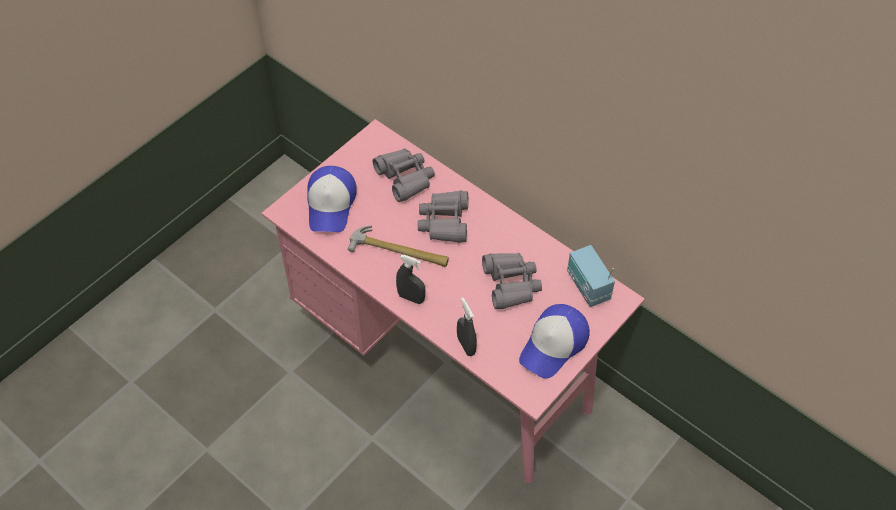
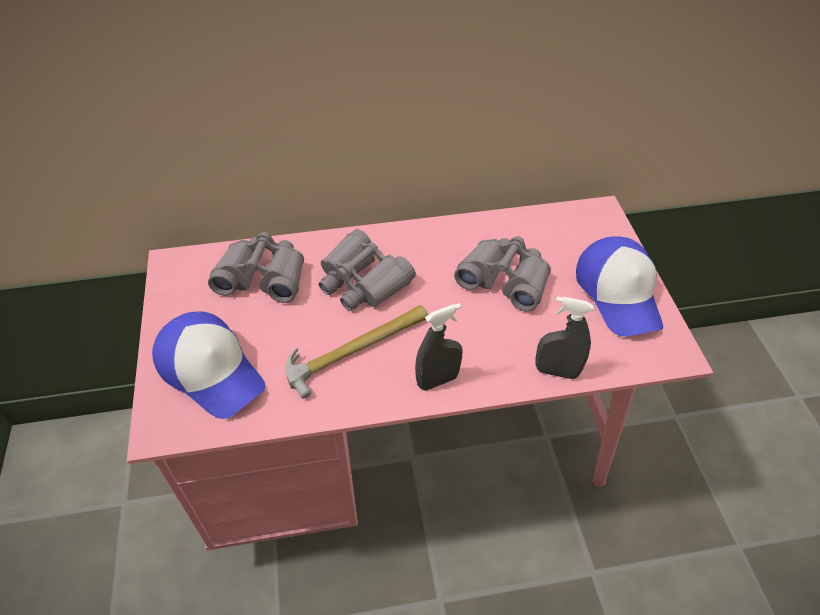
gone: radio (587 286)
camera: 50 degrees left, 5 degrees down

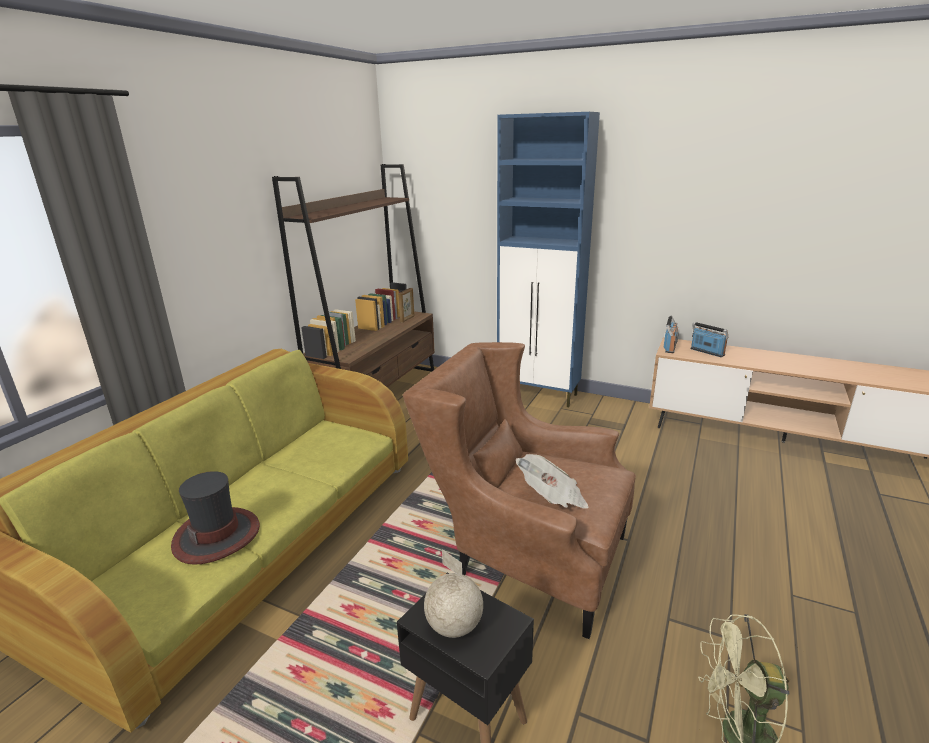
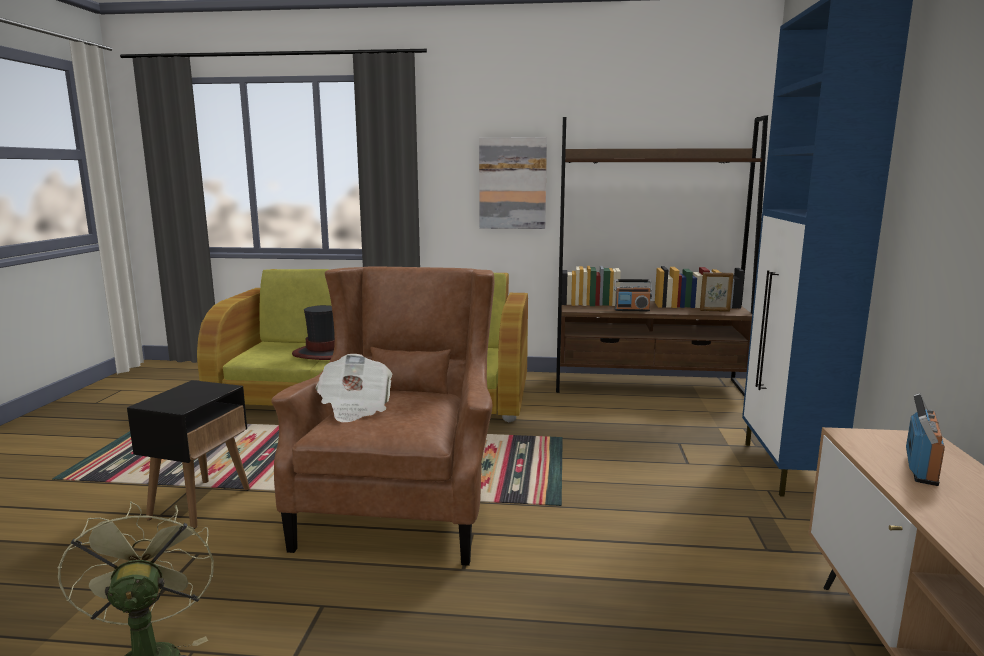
gone: globe (454 627)
new: wall picture (512 183)
shifted: radio (670 347) to (632 310)
camera: 70 degrees right, 10 degrees down

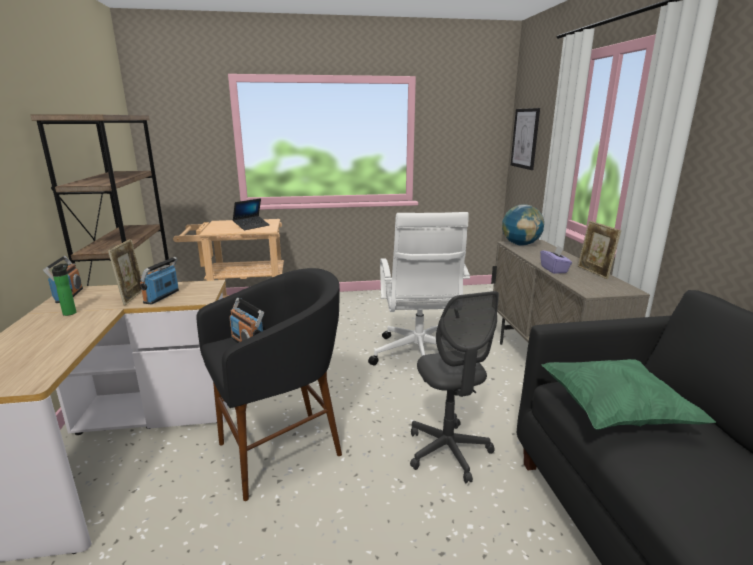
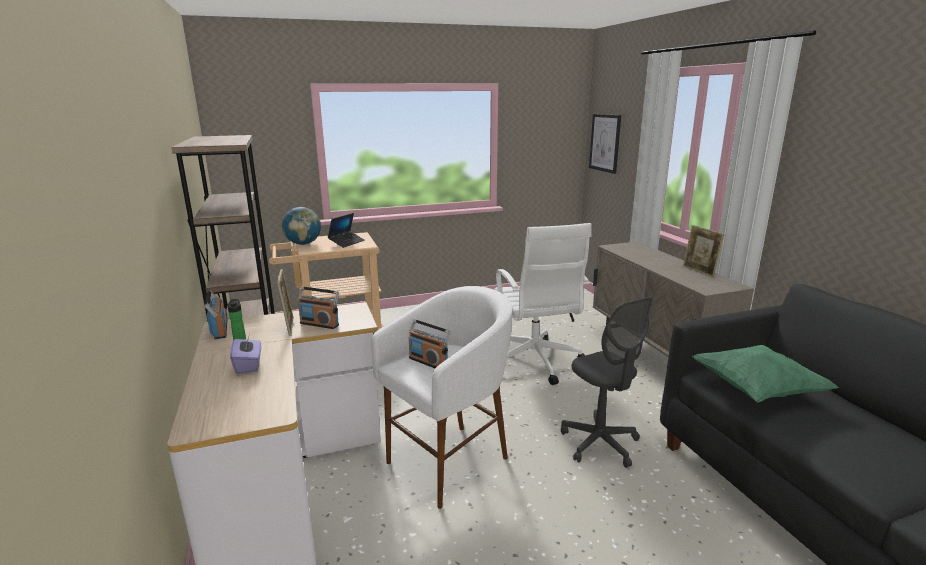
shifted: purple-coloured tissue holder (554 270) to (249 365); globe (520 244) to (303 244)
repainted: black-coloured sitting stool (281 451) to white-coloured sitting stool (450 462)
rotated: radio (162 297) = (319 324) 75 degrees counterclockwise
camera: 10 degrees left, 0 degrees up

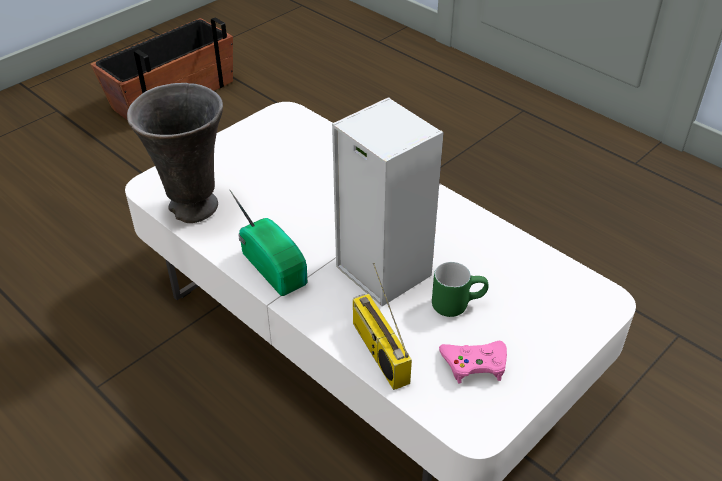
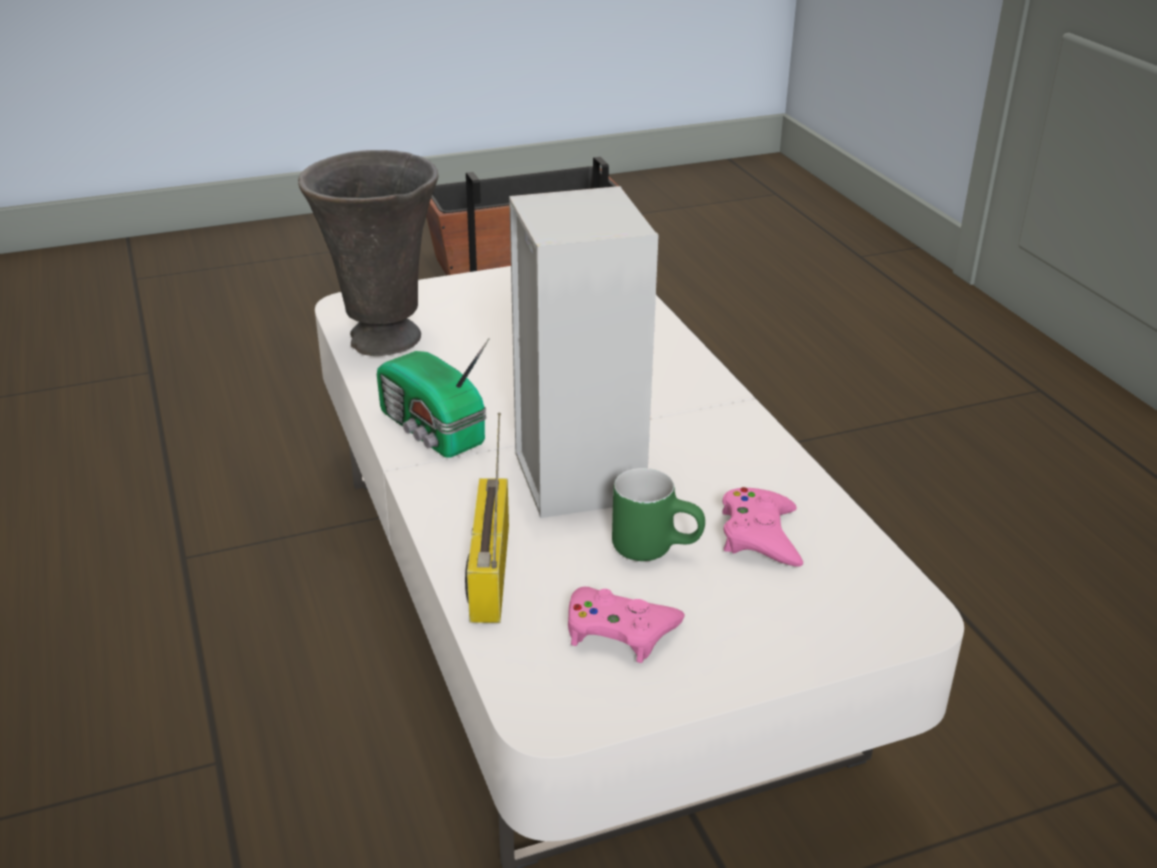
new: pinkish gamepad (760 535)
rotated: radio (274 266) = (431 431) 150 degrees clockwise
camera: 25 degrees right, 10 degrees down

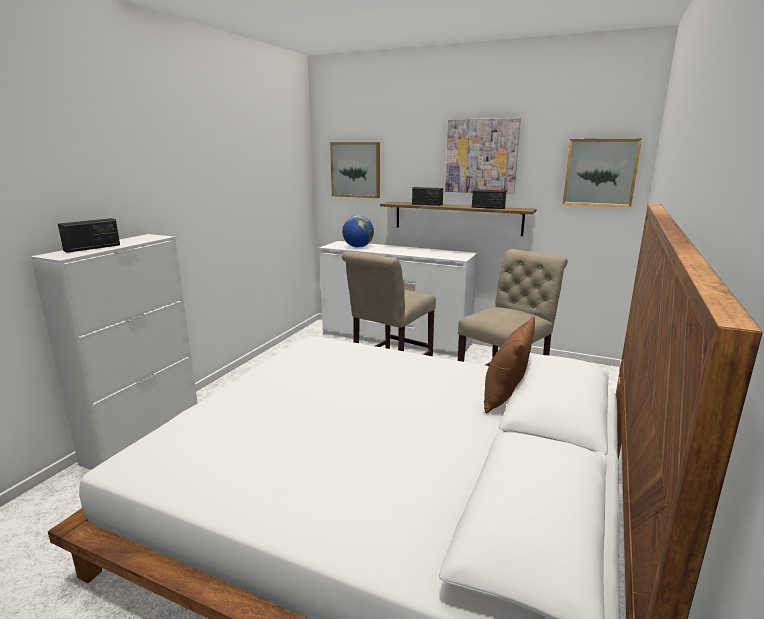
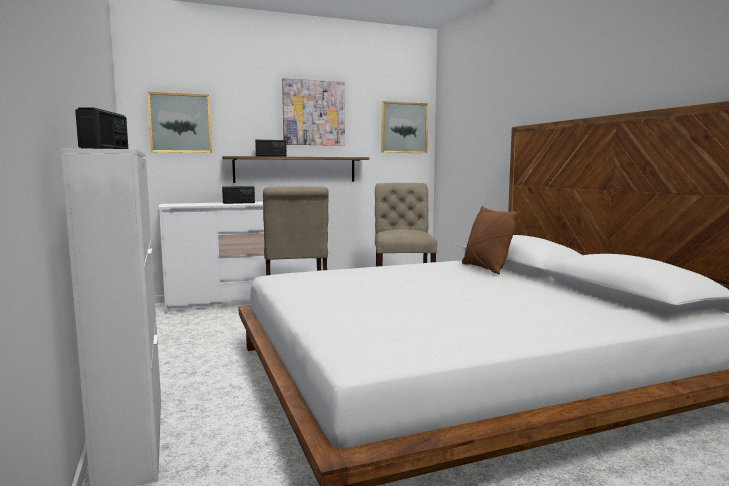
gone: globe (358 247)
shifted: radio (488 208) to (238 203)
camera: 45 degrees left, 10 degrees down

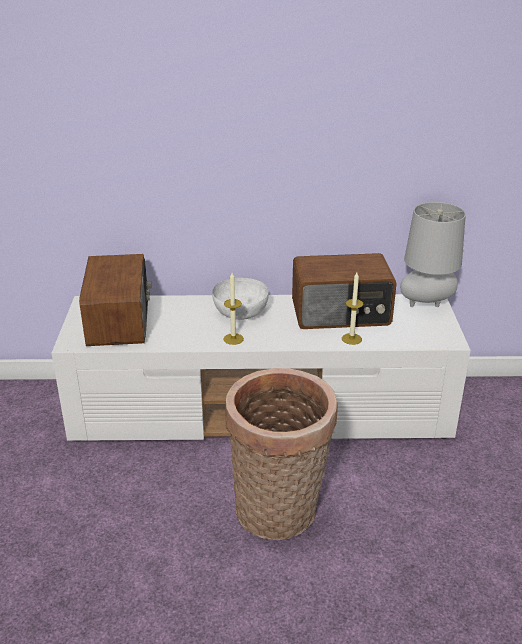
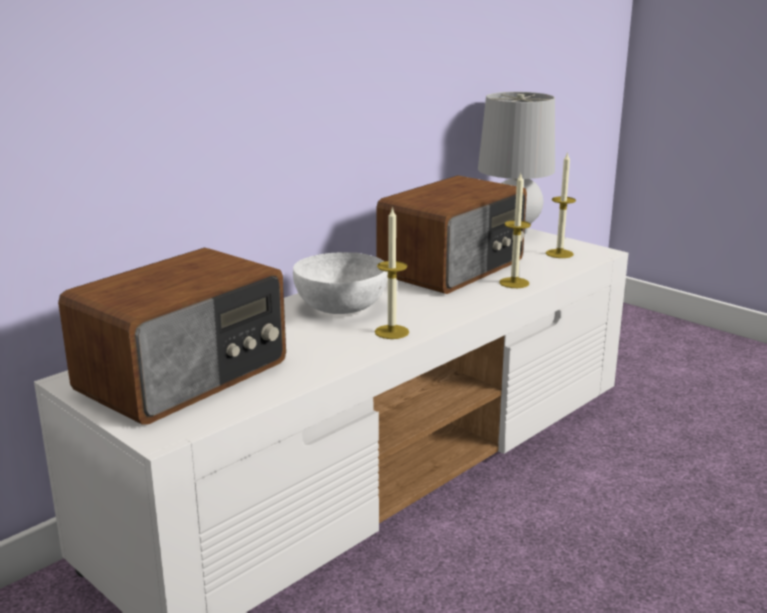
gone: basket (279 513)
new: candle (559 253)
rotated: radio (120 320) = (186 376) 90 degrees clockwise
camera: 45 degrees left, 10 degrees down

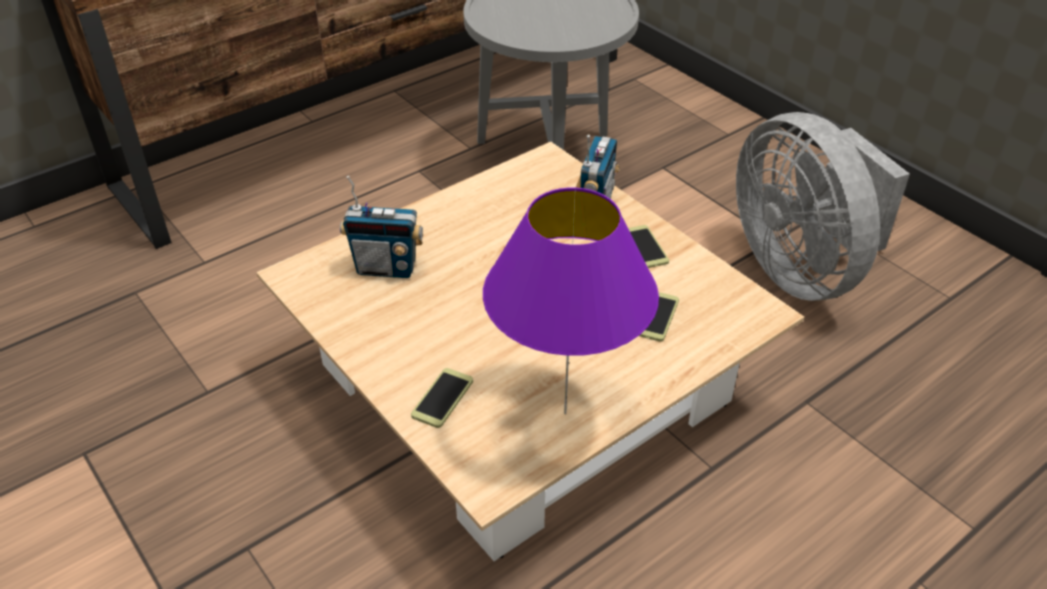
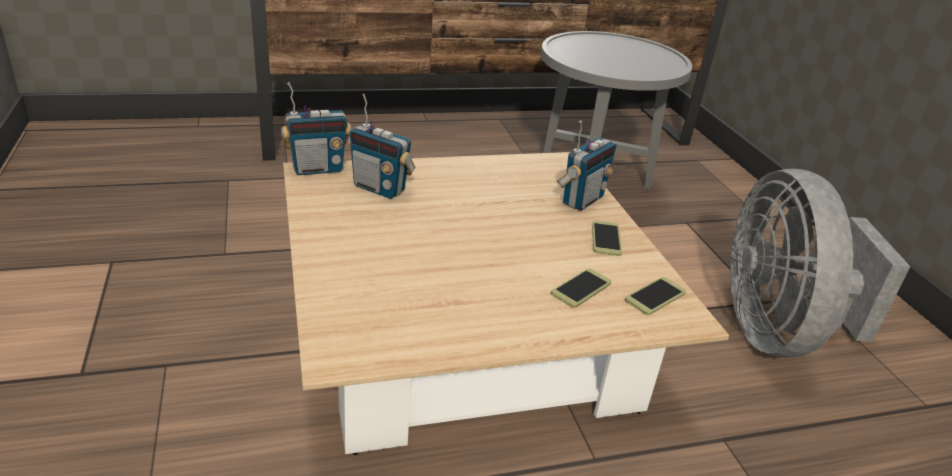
gone: purple-coloured tabletop lamp (565 414)
new: radio (317 169)
shifted: phone (442 398) to (655 297)
camera: 20 degrees right, 10 degrees down

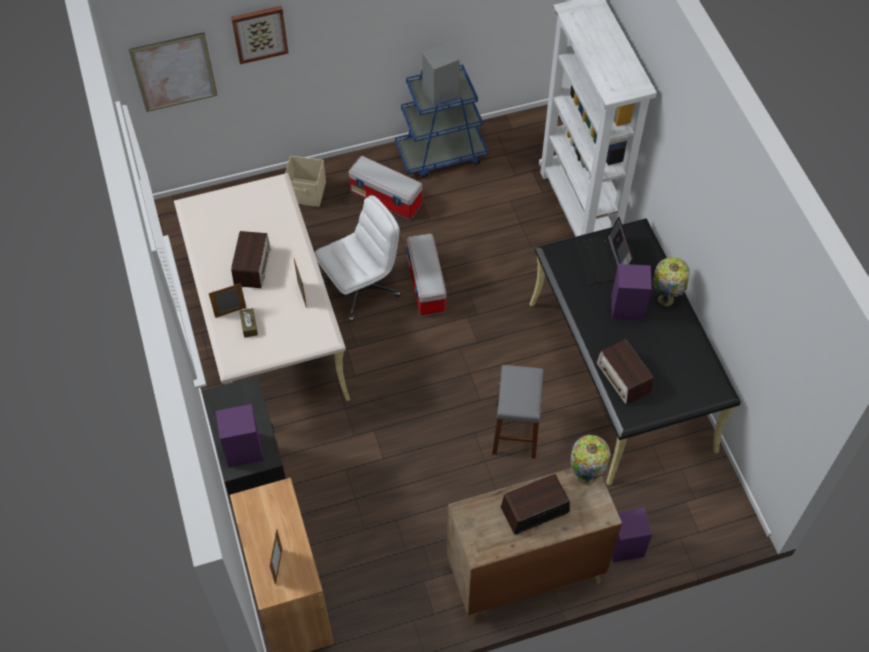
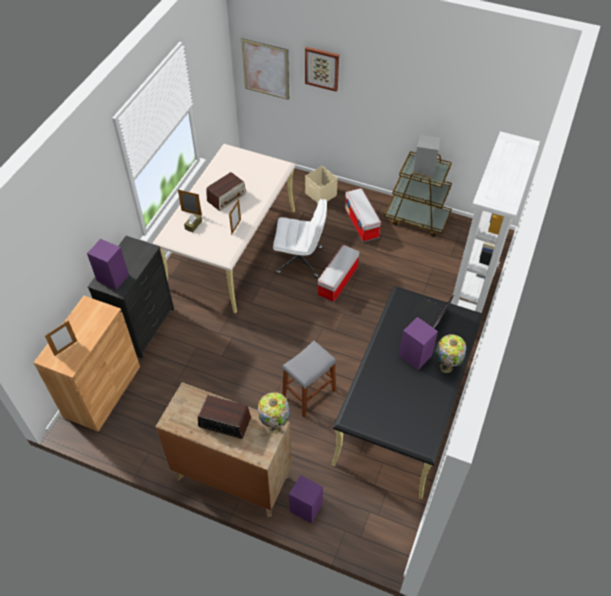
gone: radio (623 378)
repainted: blue wheeled cart (441 154) to brown wheeled cart (417 219)
camera: 40 degrees right, 5 degrees down

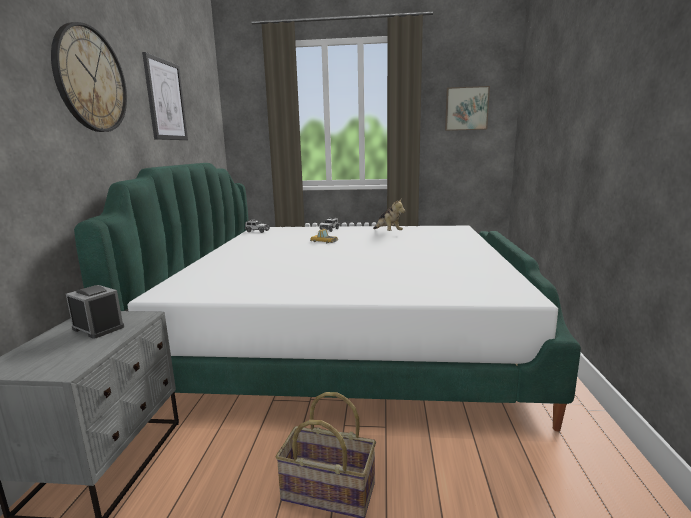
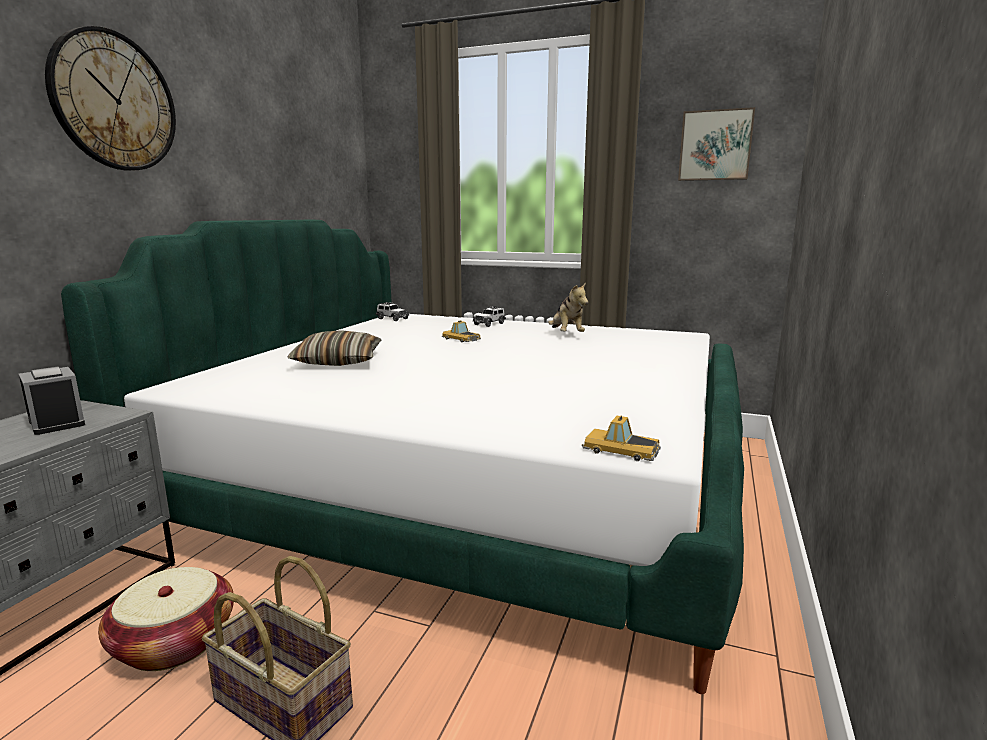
gone: wall picture (165 100)
new: basket (174 642); pillow (338 361); toy car (620 450)
camera: 15 degrees right, 0 degrees up

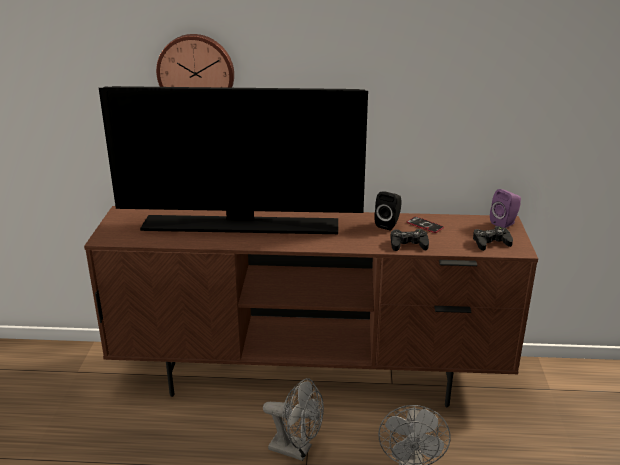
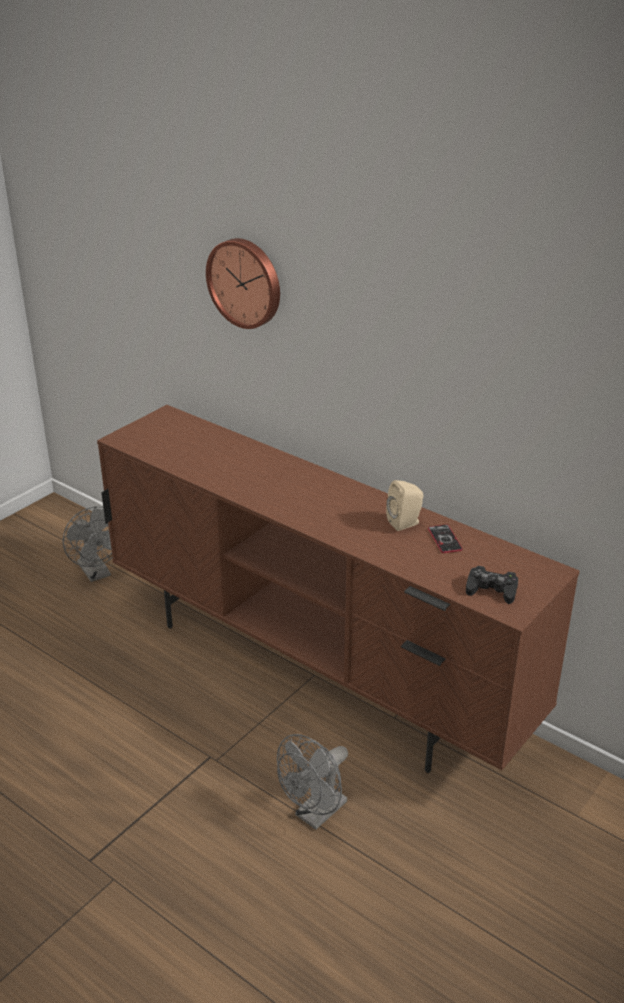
gone: TV set (242 225); black-coloured gamepad (408 244); purple-coloured loudspeaker (505 223)
shifted: greyish fan (296 450) to (97 573)
repainted: black-coloured loudspeaker (388 224) to beige loudspeaker (405 523)
camera: 35 degrees right, 5 degrees up

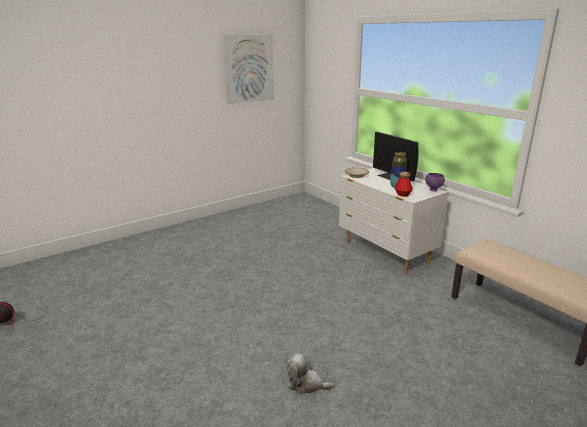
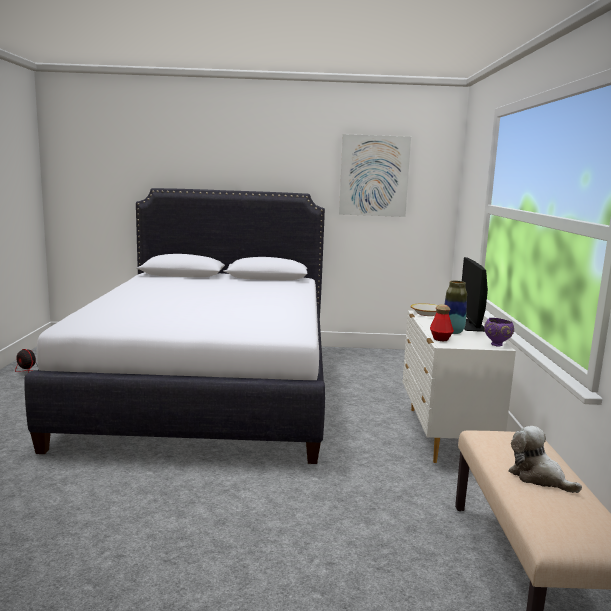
new: white-coloured bed (209 387)
shifted: soft toy (306 384) to (538 477)
camera: 35 degrees right, 10 degrees down

